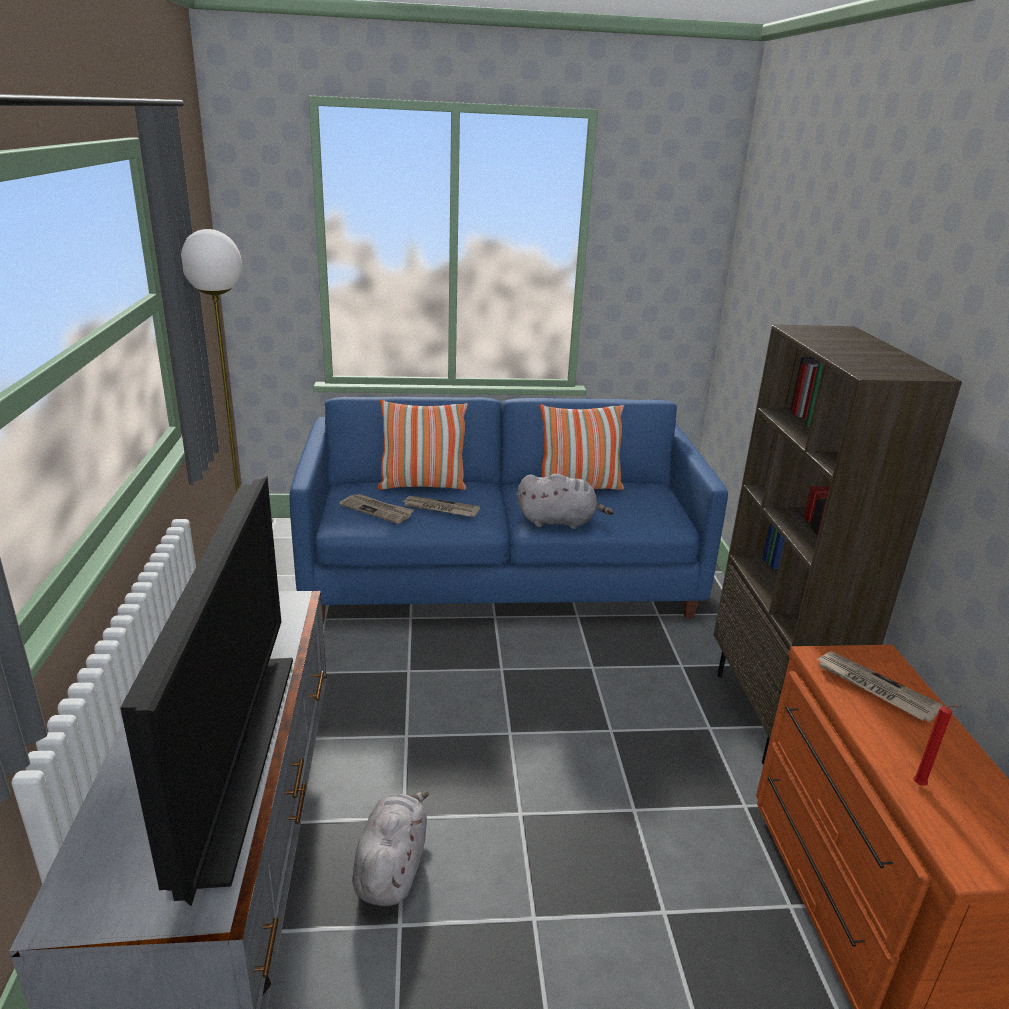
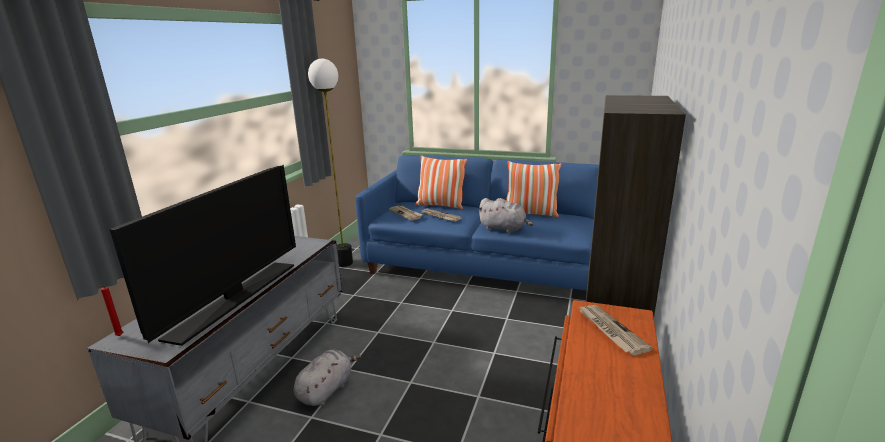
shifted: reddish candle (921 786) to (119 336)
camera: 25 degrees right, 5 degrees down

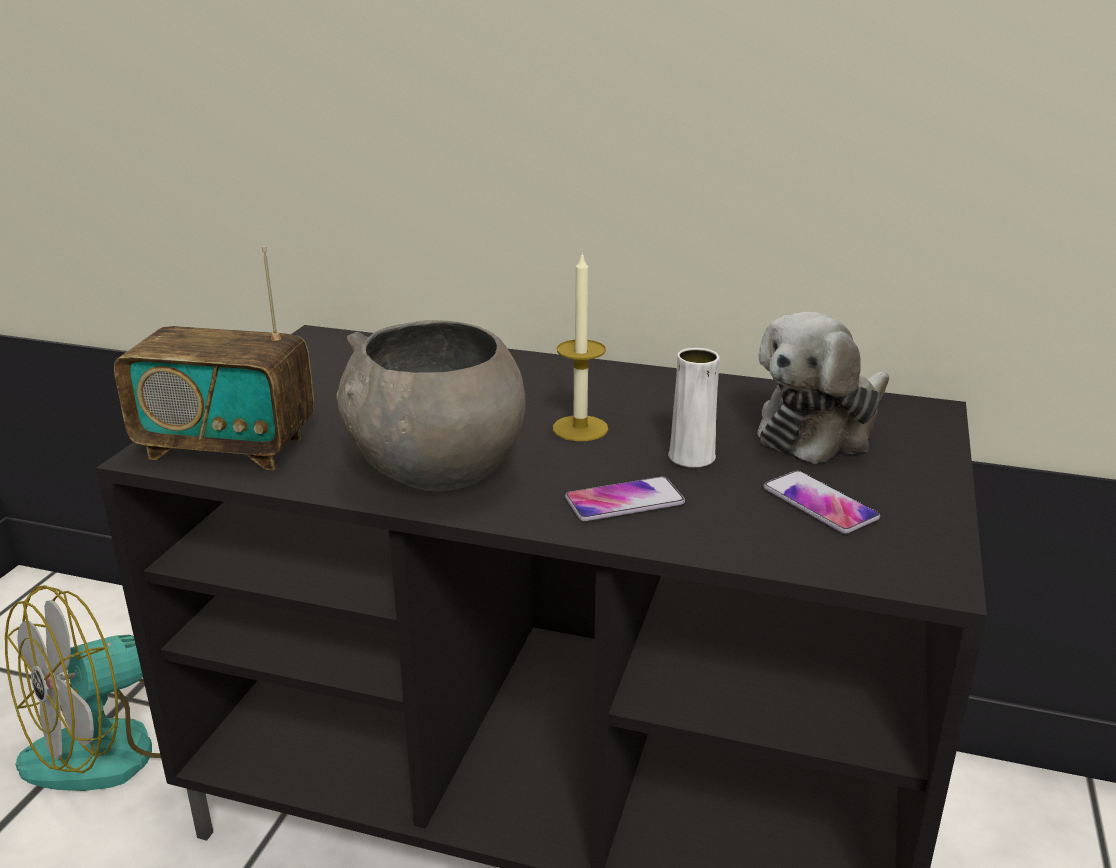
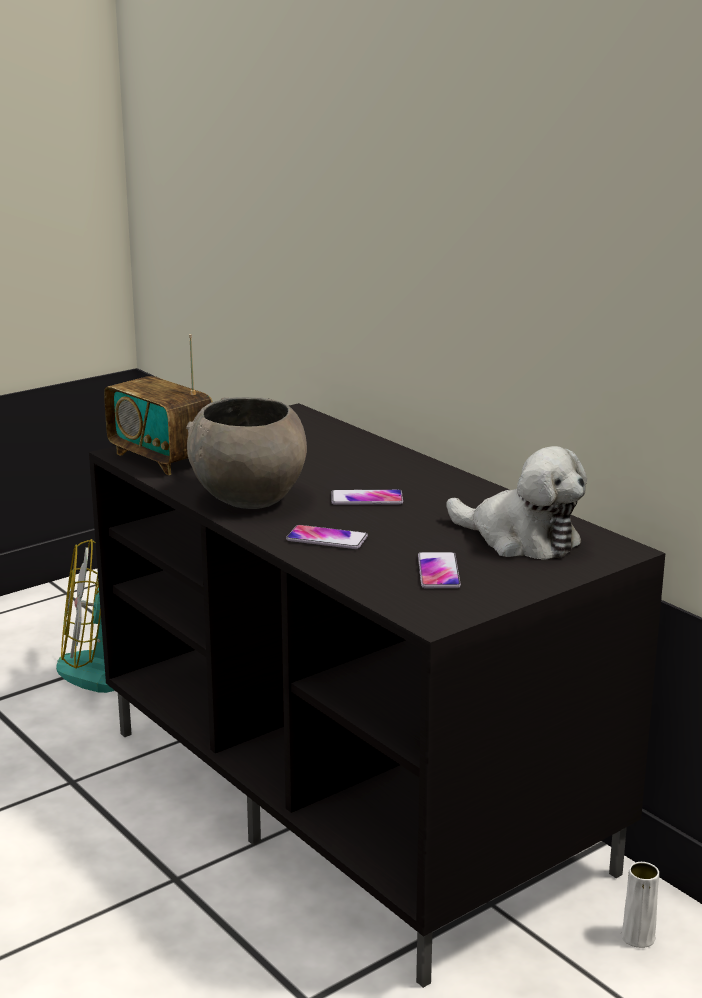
shifted: white-coloured decorative vase (691 457) to (637 937)
swapped: candle (580 428) to phone (367 499)
rotated: soft toy (821 429) = (520 539) 135 degrees counterclockwise
camera: 35 degrees right, 5 degrees down

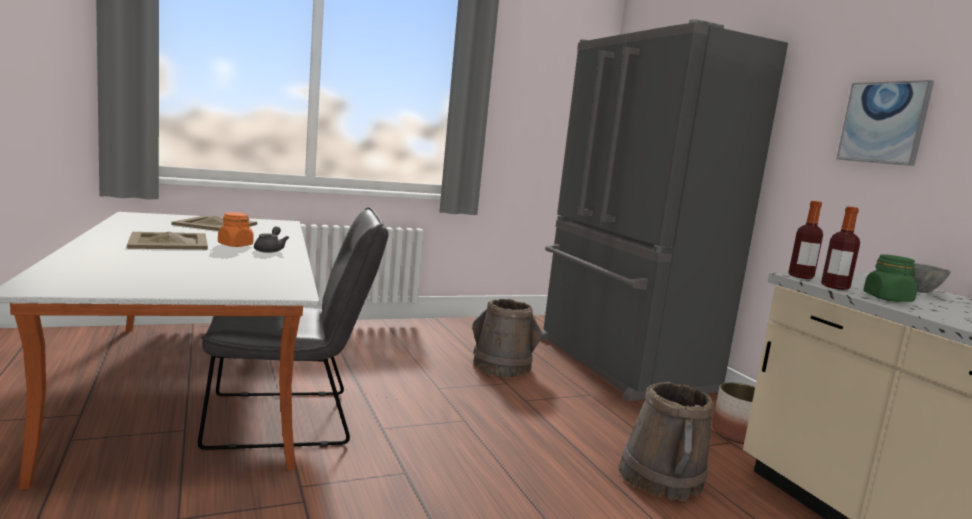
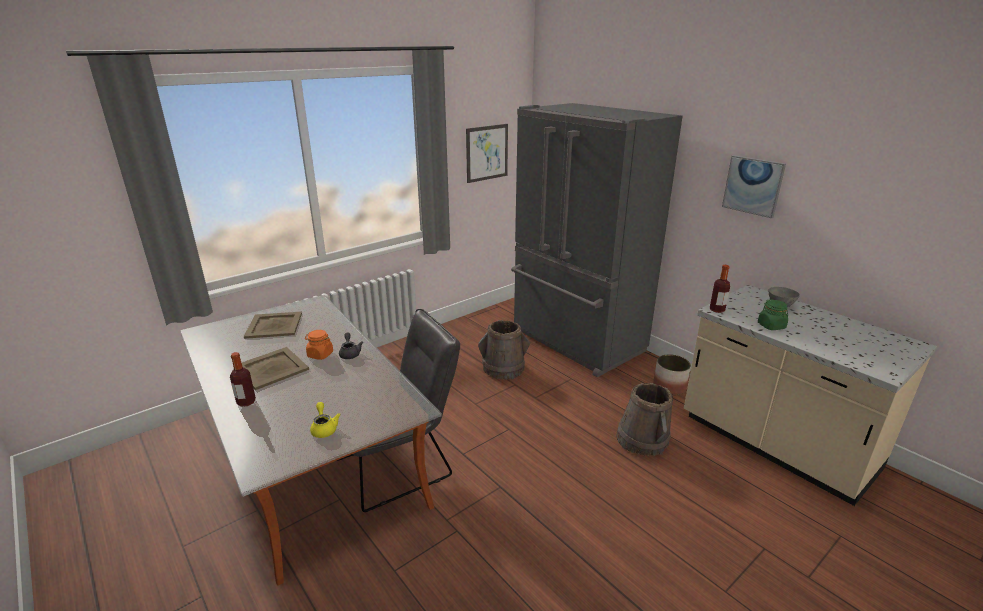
new: yellow-coloured teapot (324 428); wall picture (487 153)
shifted: beverage bottle (835 287) to (246 402)
camera: 15 degrees left, 15 degrees up

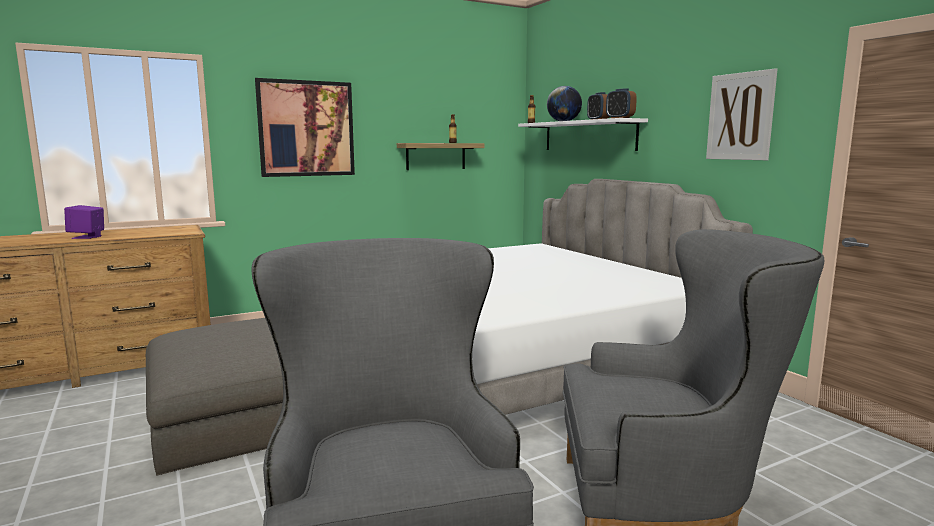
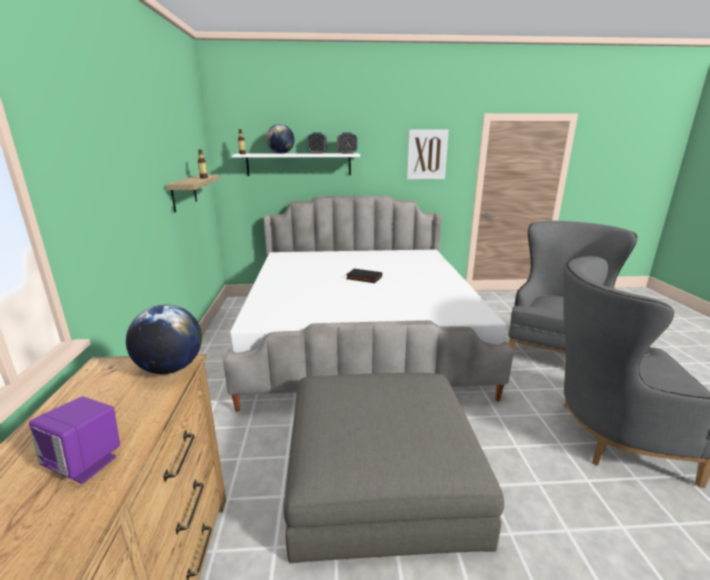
gone: wall picture (306 128)
new: globe (171 368); black-coloured bound book (363 278)
camera: 65 degrees left, 10 degrees up

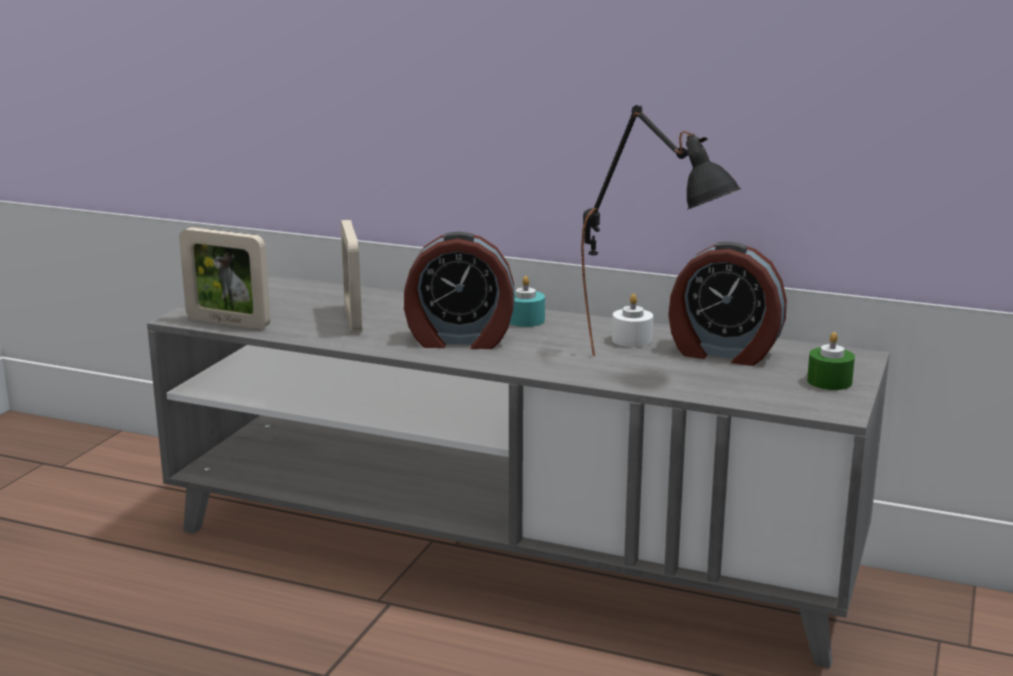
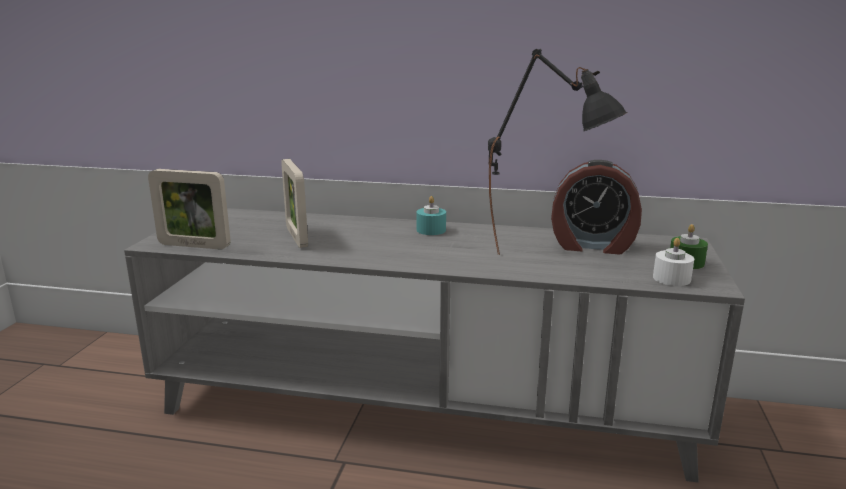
gone: alarm clock (459 340)
shifted: white-coloured candle (632 340) to (671 278)
camera: 10 degrees left, 0 degrees up

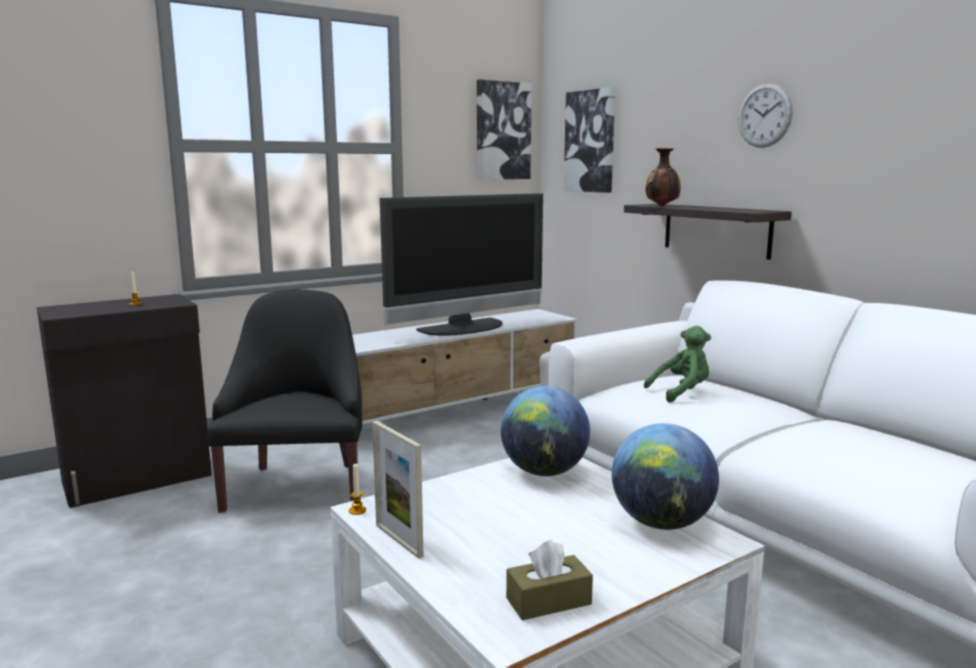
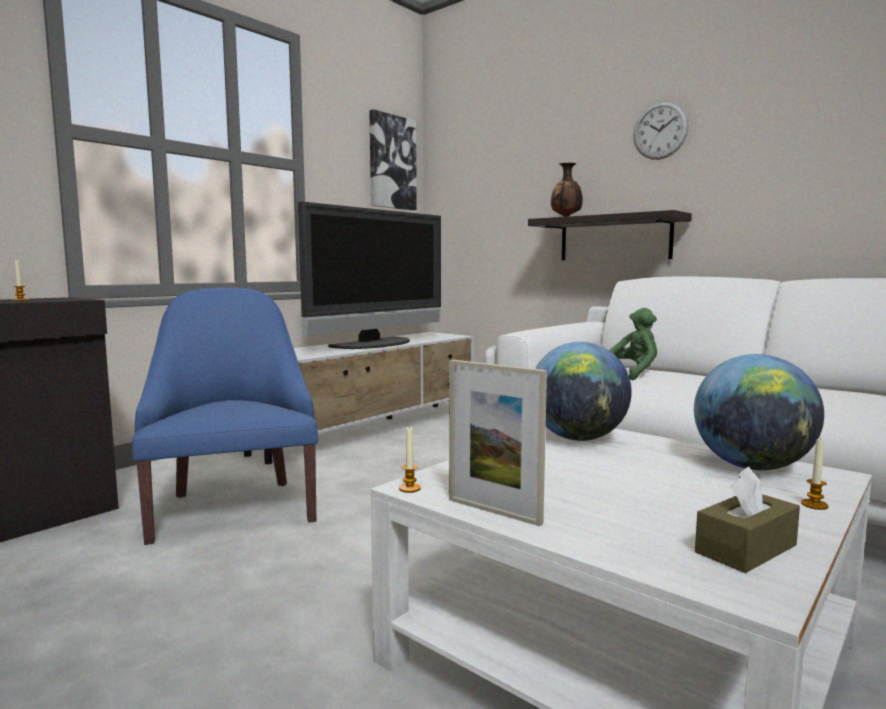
gone: wall picture (590 141)
new: candle (814 505)
repainted: black-coloured easy chair (298 485) to blue easy chair (233 508)
camera: 15 degrees left, 5 degrees down

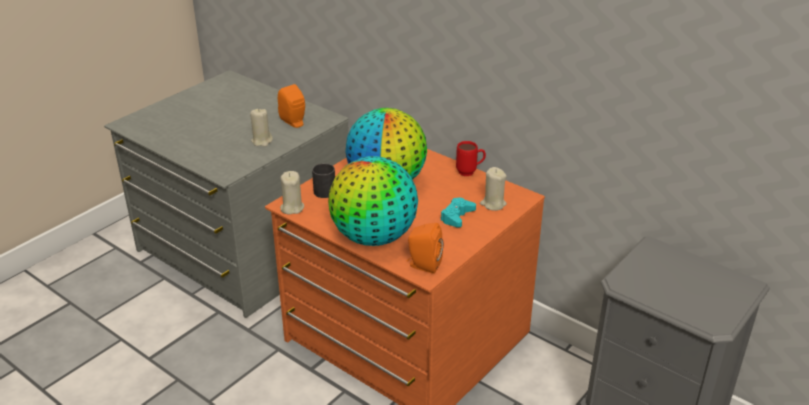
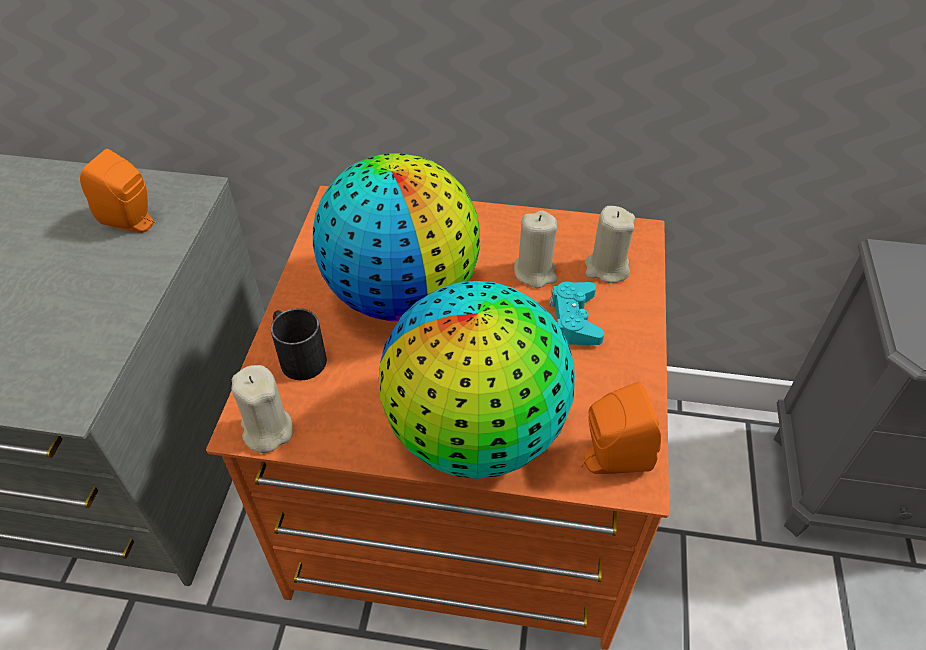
gone: reddish tea mug (470 172)
shifted: beige candle (262 141) to (535 272)
camera: 30 degrees left, 15 degrees up

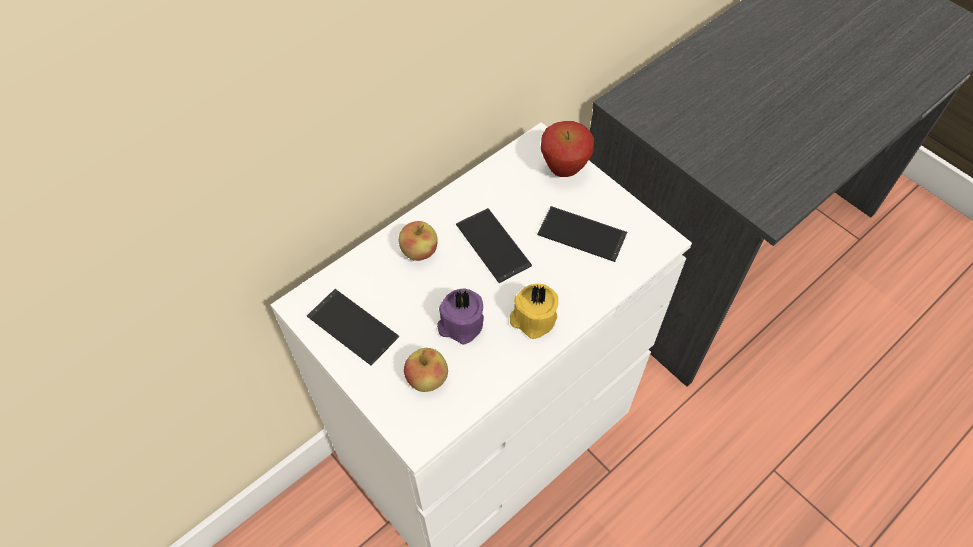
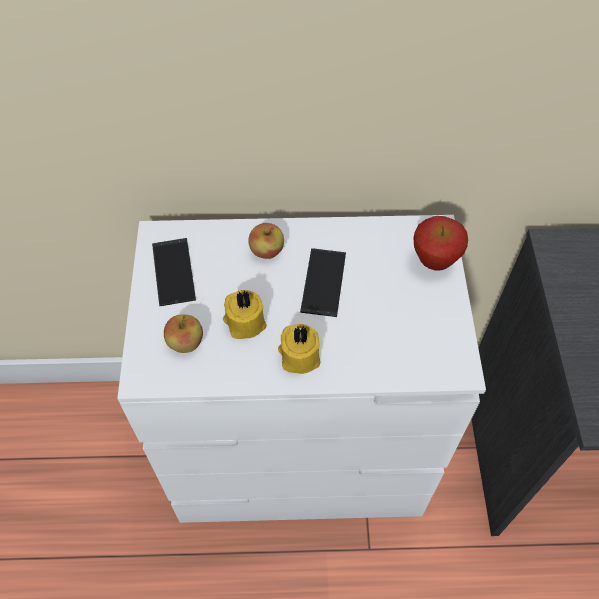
gone: phone (582 234)
repainted: purple-coloured candle (460 325) to yellow-coloured candle (244 322)
camera: 40 degrees right, 0 degrees up

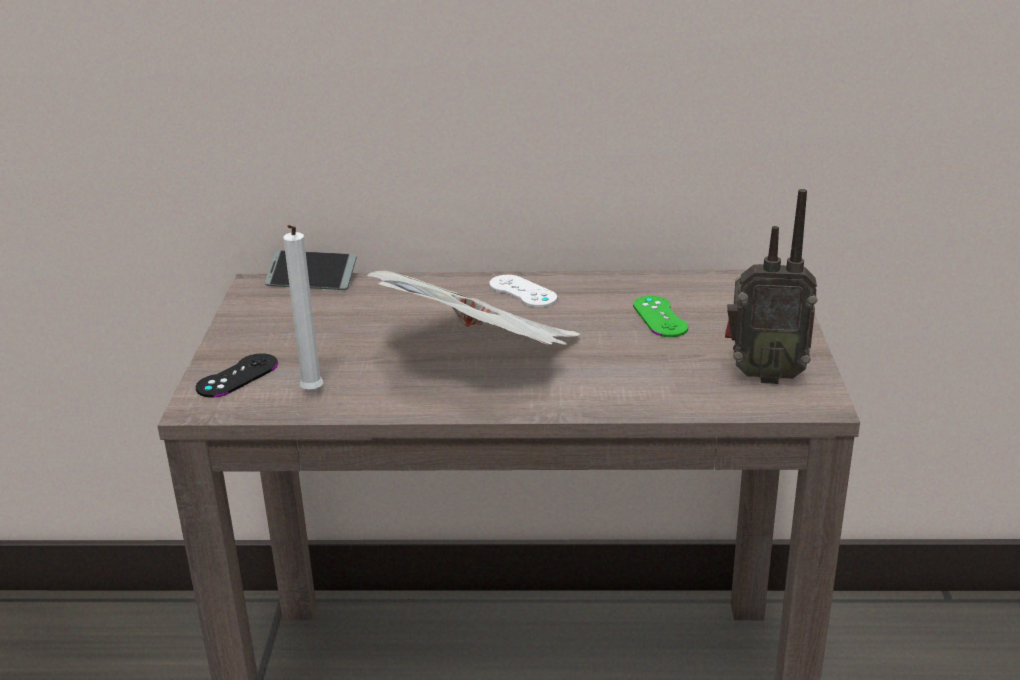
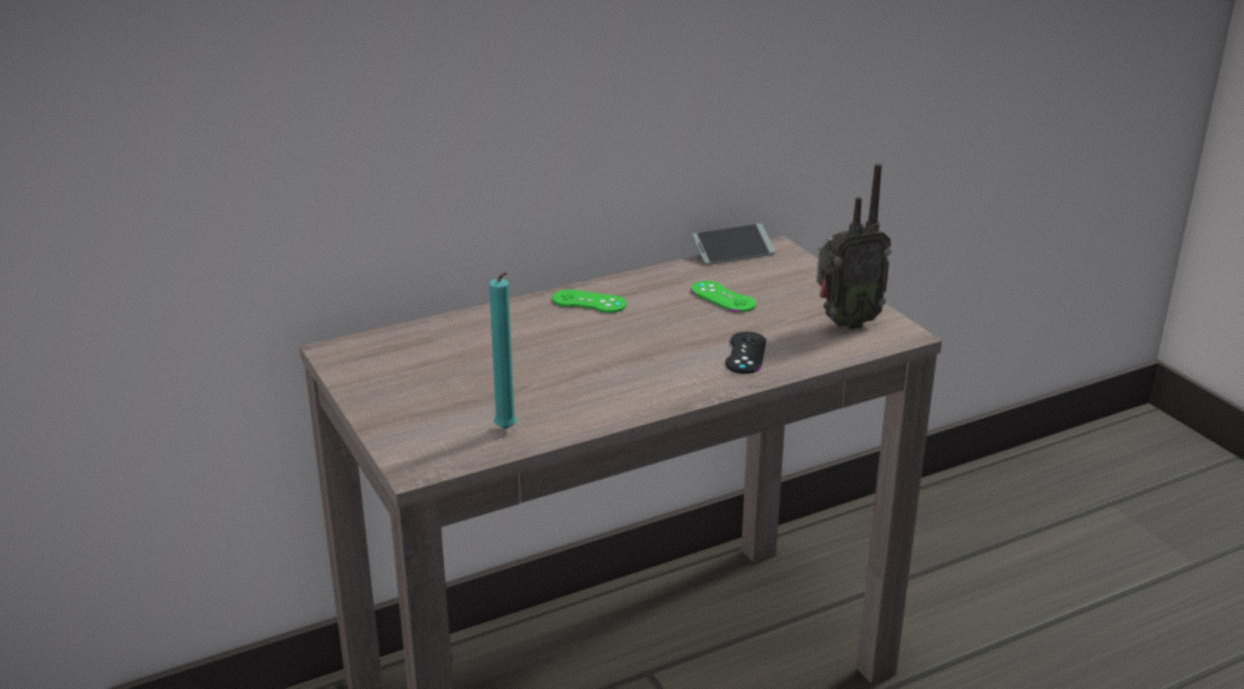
gone: newspaper (482 358)
shifted: phone (312 279) to (733 252); black-coloured gamepad (237 376) to (745 353)
repainted: white-coloured candle (311 394) to turquoise candle (507 430); white-coloured gamepad (522 291) to green gamepad (589 302)
camera: 30 degrees left, 0 degrees up

